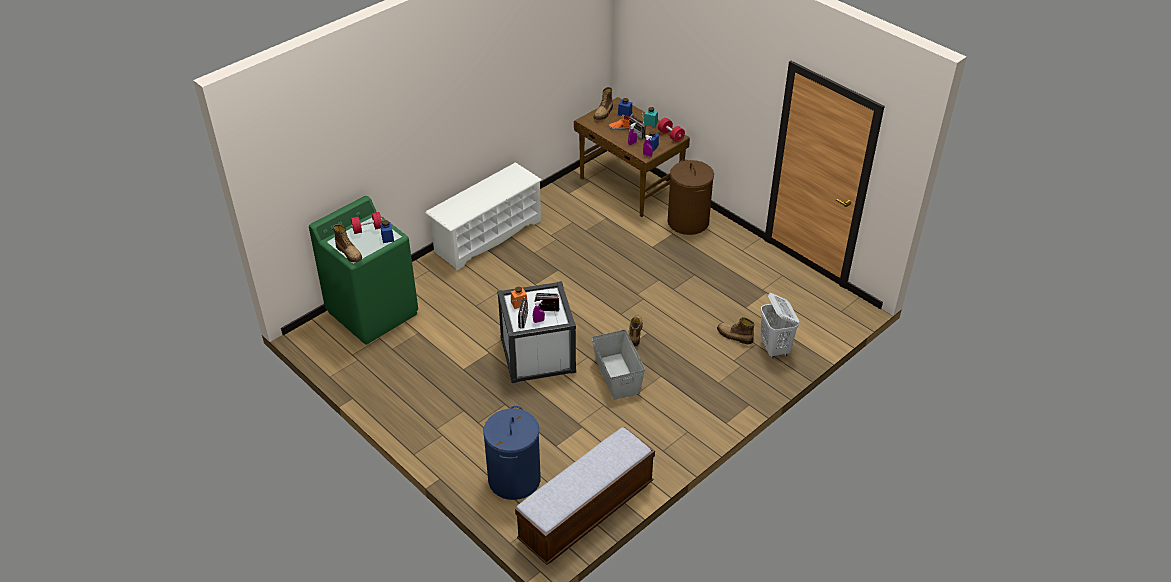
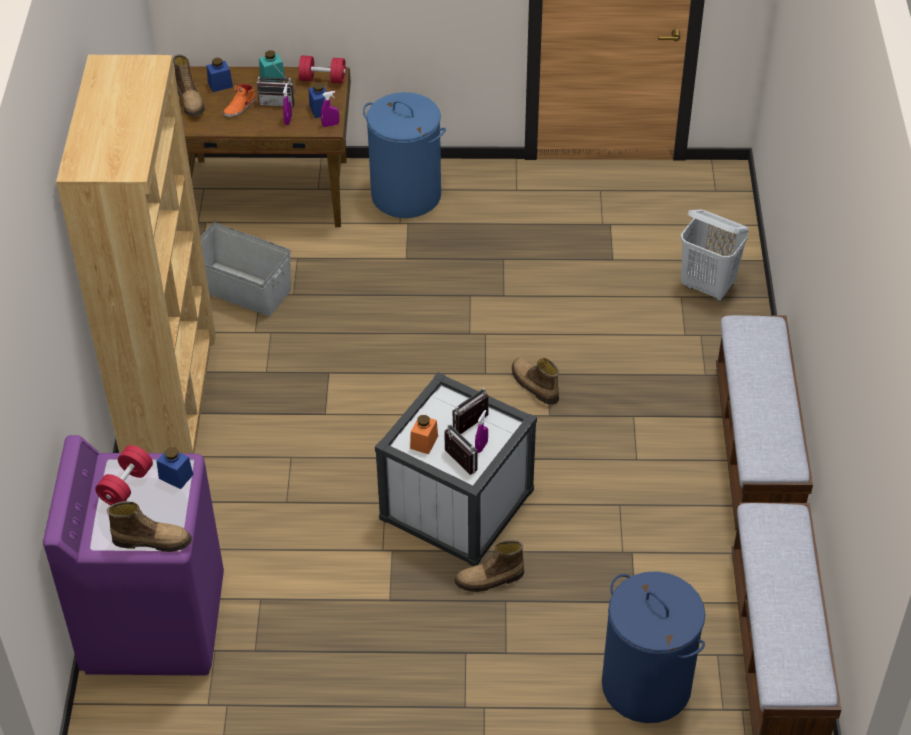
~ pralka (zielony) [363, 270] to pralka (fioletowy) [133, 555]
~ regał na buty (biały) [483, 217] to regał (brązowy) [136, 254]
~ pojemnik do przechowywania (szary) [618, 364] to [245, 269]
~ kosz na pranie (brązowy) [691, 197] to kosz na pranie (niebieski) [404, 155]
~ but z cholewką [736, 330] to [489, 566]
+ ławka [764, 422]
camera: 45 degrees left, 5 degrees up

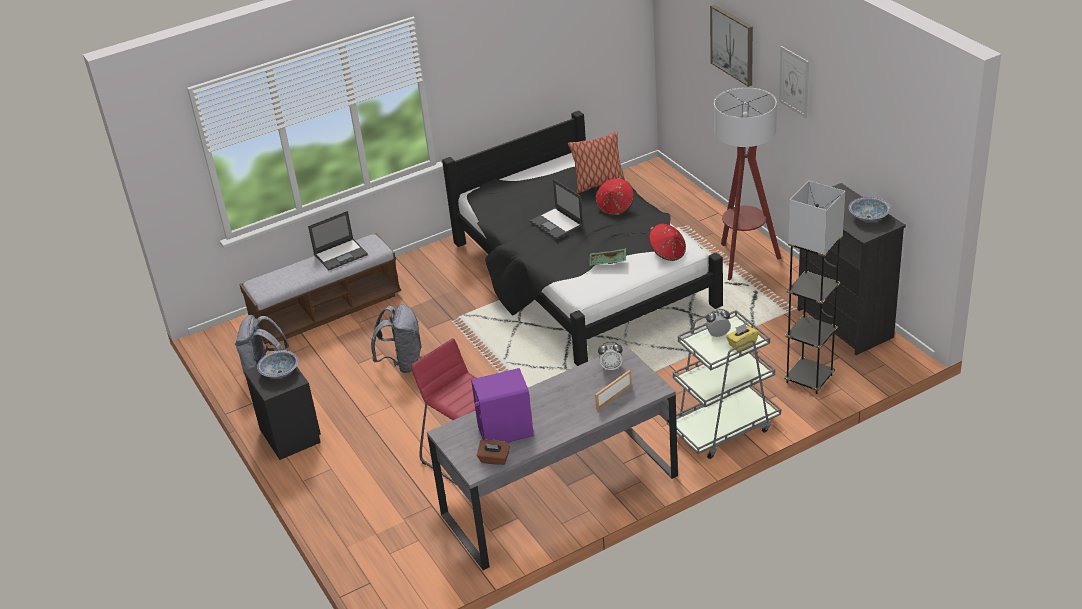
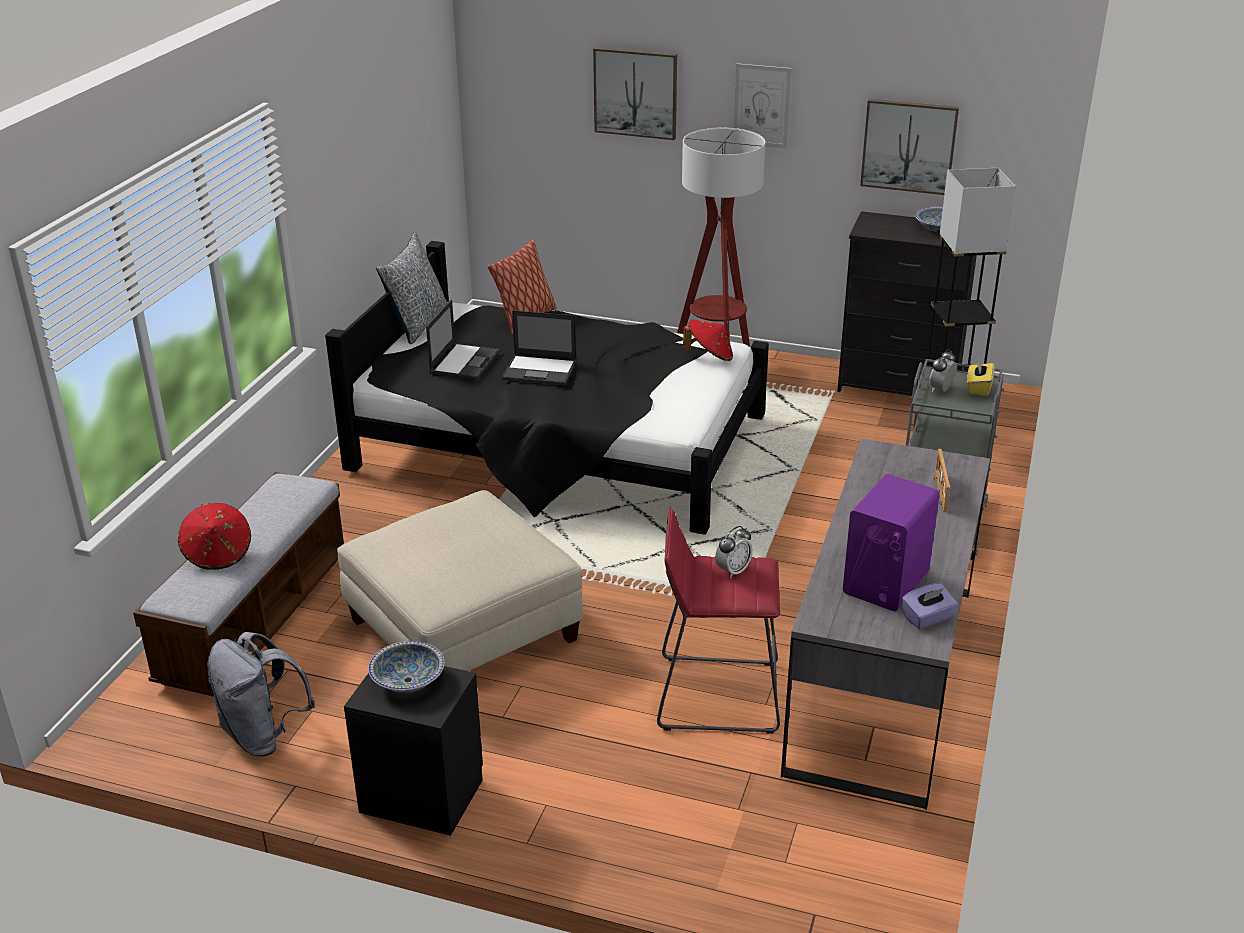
~ kapelusz (czerwony) [615, 197] to [214, 536]
~ plecak (szary) [396, 338] to pufa (beżowy) [460, 580]
+ poduszka [411, 288]
~ laptop [338, 240] to [463, 340]
~ budzik [610, 356] to [734, 552]
+ obraz [909, 147]
~ pudełko chusteczek (brązowy) [493, 452] to pudełko chusteczek (fioletowy) [929, 606]
- taca (zielony) [607, 257]
camera: 45 degrees left, 5 degrees down

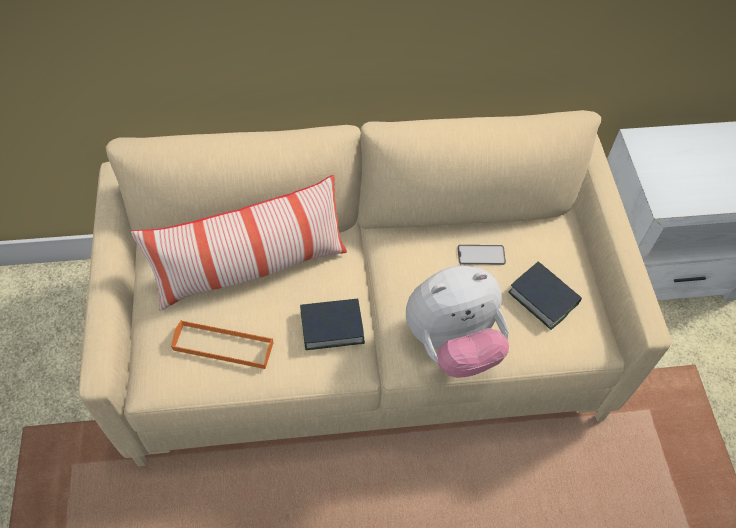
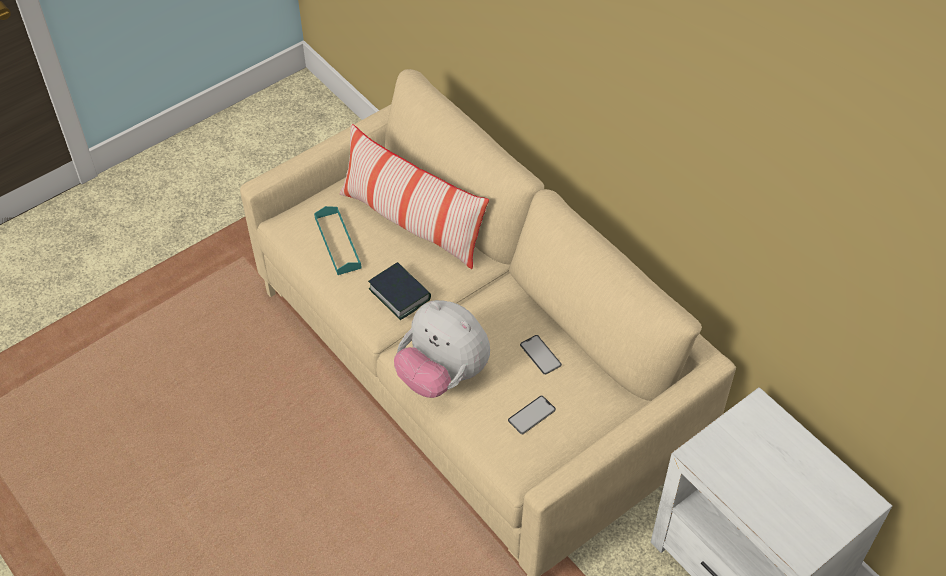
~ taca (pomarańczowy) [222, 344] to taca (turkusowy) [338, 240]
~ książka [545, 295] to telefon [532, 415]
camera: 60 degrees right, 5 degrees down

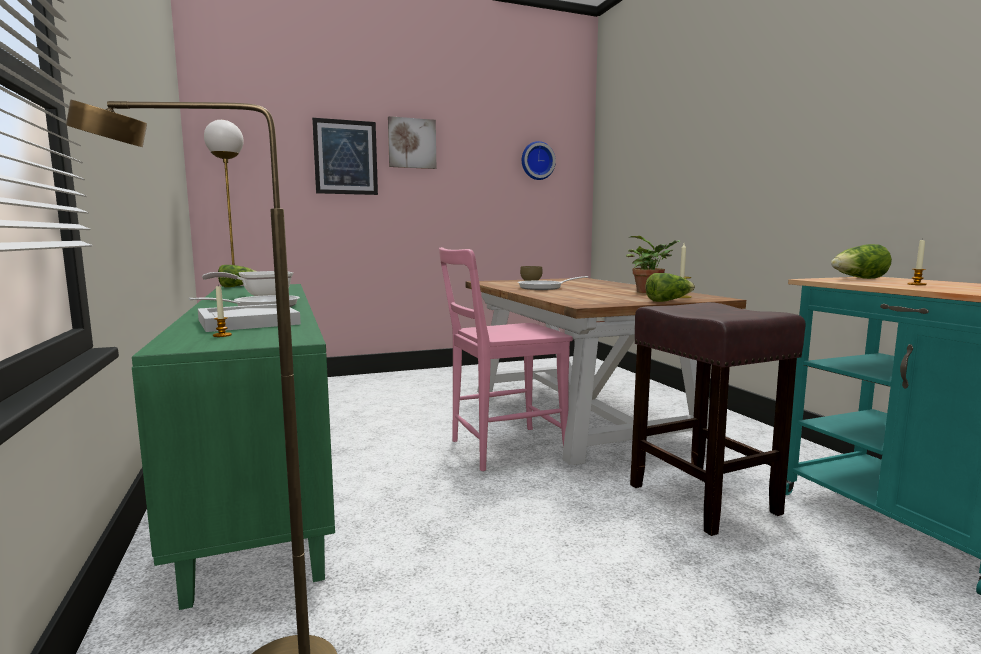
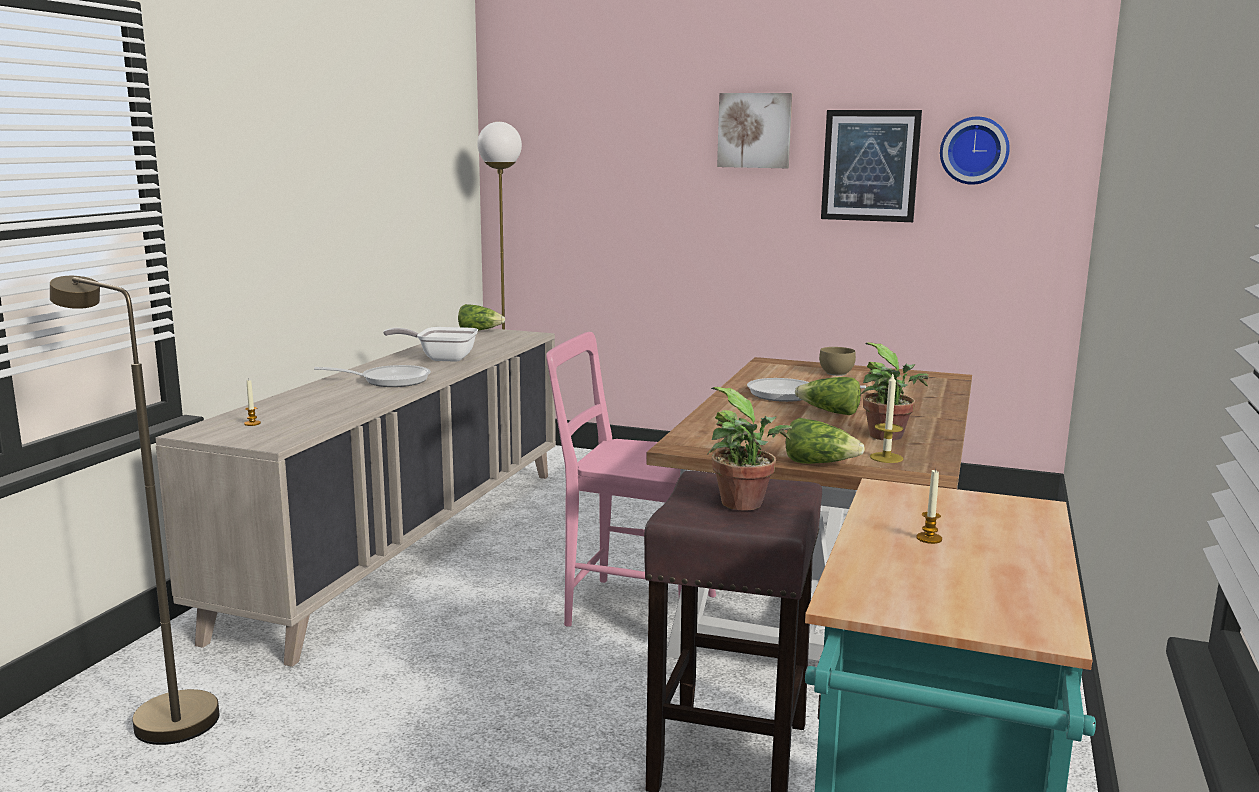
~ szafka (zielony) [233, 447] to szafka (beżowy) [355, 497]
+ roślina doniczkowa [749, 448]
~ sałata [861, 261] to [828, 396]
~ obraz [345, 156] to [871, 166]
- taca (biały) [249, 318]
camera: 40 degrees right, 5 degrees up

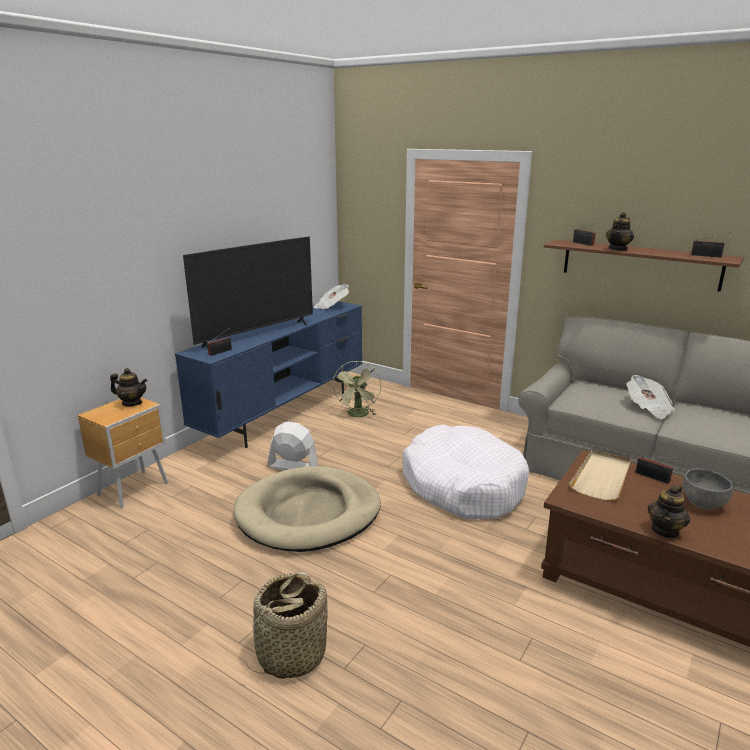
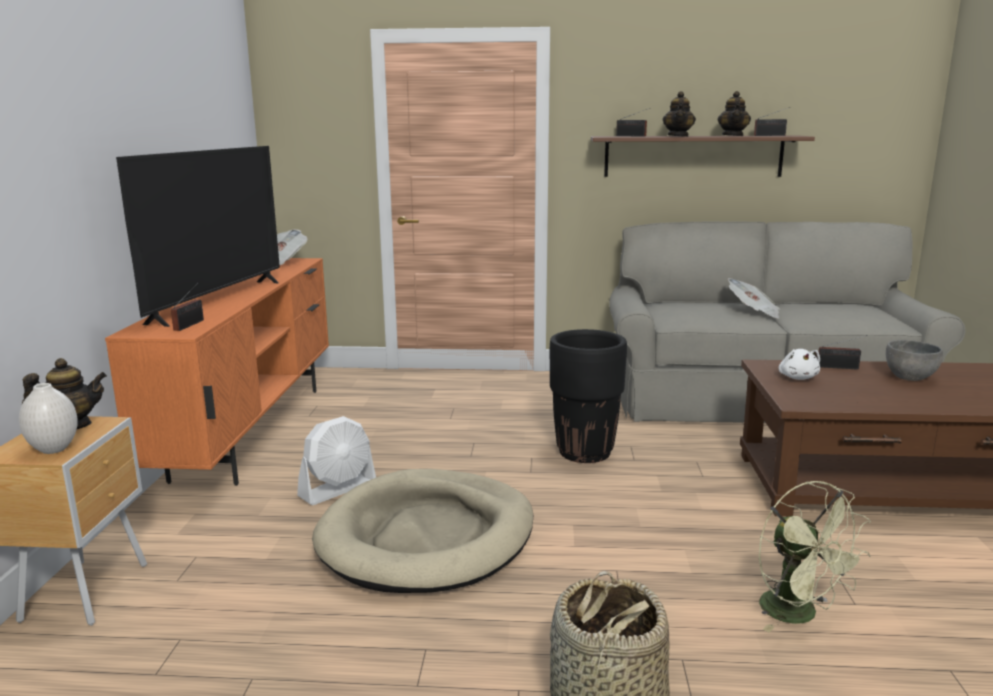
+ wazon (biały) [48, 418]
~ szafka pod telewizor (niebieski) [268, 374] to szafka pod telewizor (pomarańczowy) [217, 372]
~ wentylator (biały) [293, 446] = [336, 460] 150 degrees clockwise
~ legowisko (biały) [465, 472] to donica (czarny) [588, 396]
~ imbryk [669, 511] to [734, 113]
~ wentylator (zielony) [357, 389] to [815, 556]
~ taca (beżowy) [600, 475] to pluszak (biały) [799, 364]
camera: 30 degrees left, 5 degrees down

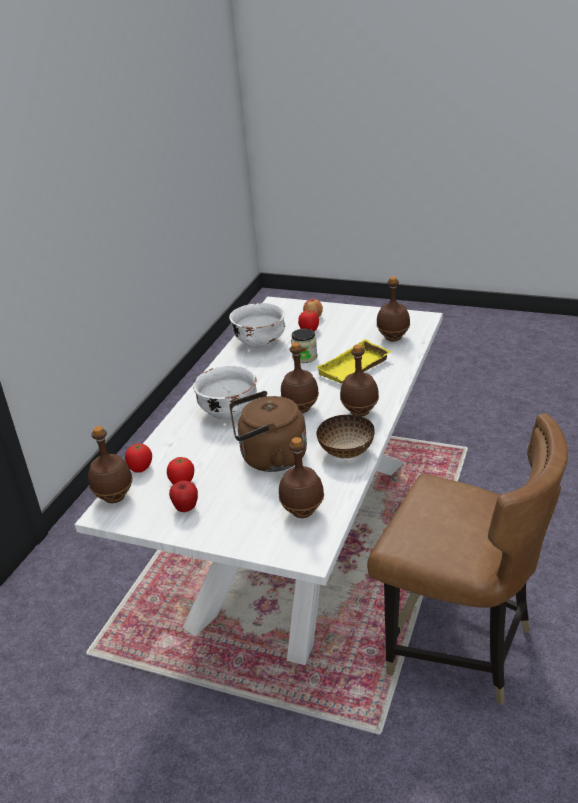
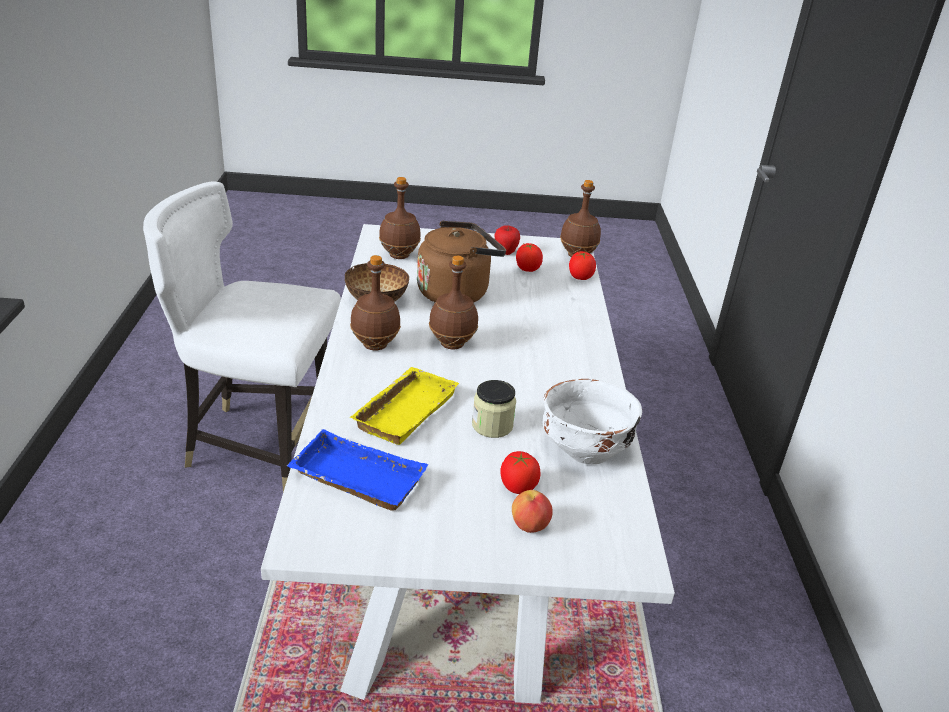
~ krzesło (brązowy) [467, 559] to krzesło (biały) [242, 336]
~ butelka (brązowy) [393, 308] to taca (niebieski) [357, 470]
- miska (biały) [225, 392]
camera: 155 degrees right, 0 degrees up

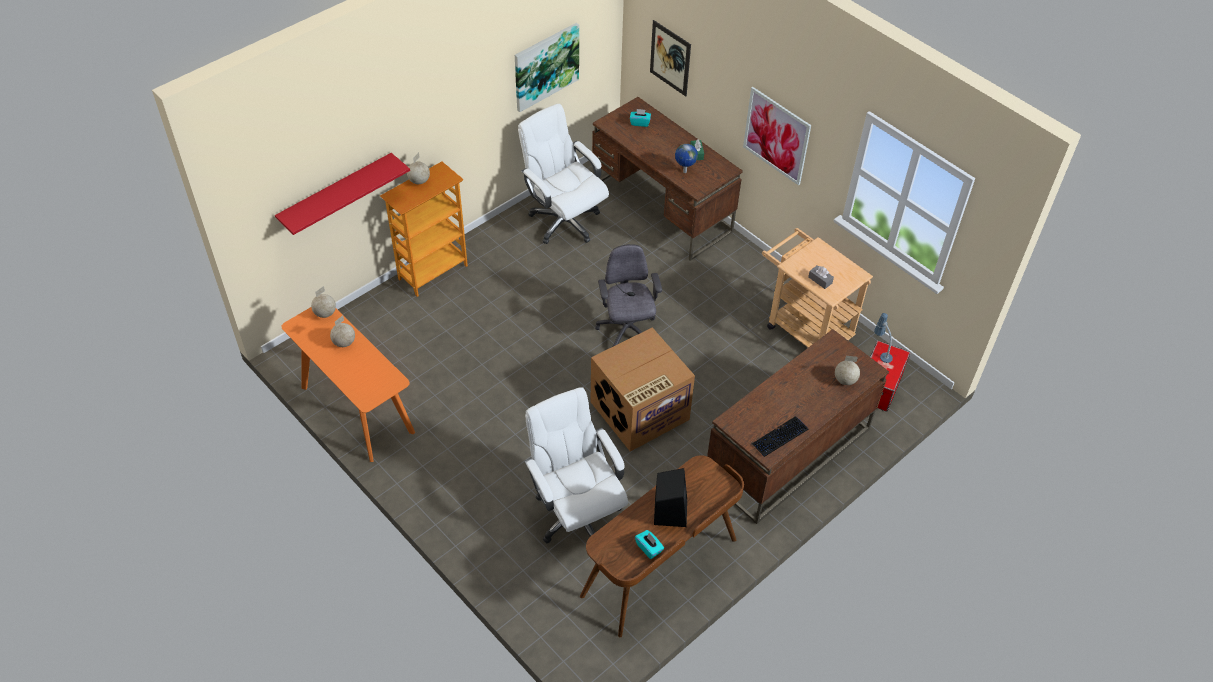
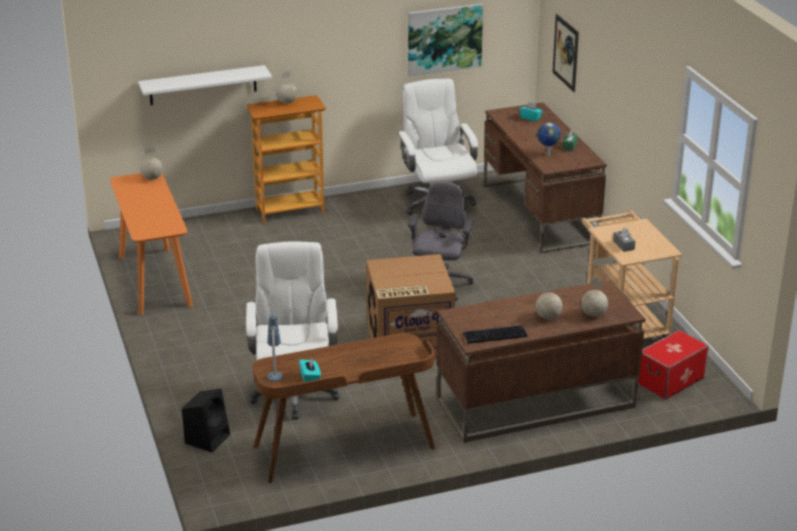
~ półka (czerwony) [342, 194] to półka (biały) [205, 85]
~ głośnik (czarny) [670, 497] to [206, 420]
~ lampa stołowa [883, 338] to [275, 348]
~ globus [342, 331] to [549, 299]
- obraz [777, 136]
camera: 25 degrees right, 20 degrees down

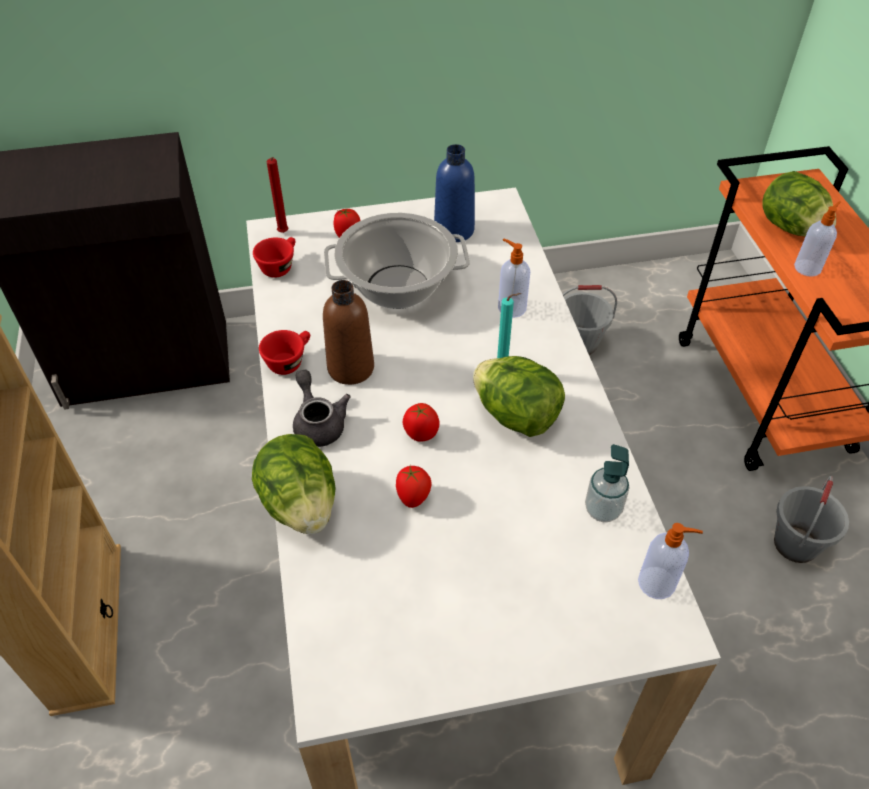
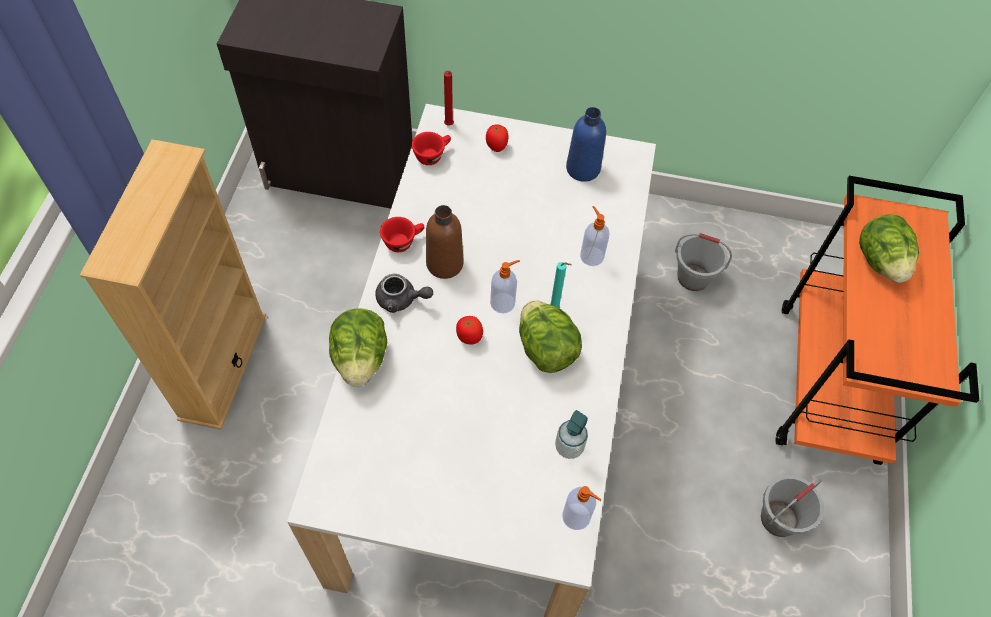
~ imbryk (szary) [322, 408] = [404, 293] 105 degrees clockwise
~ dozownik mydła [817, 239] to [505, 286]
- garnek [397, 261]
- pomidor [414, 487]
camera: 20 degrees right, 10 degrees up

